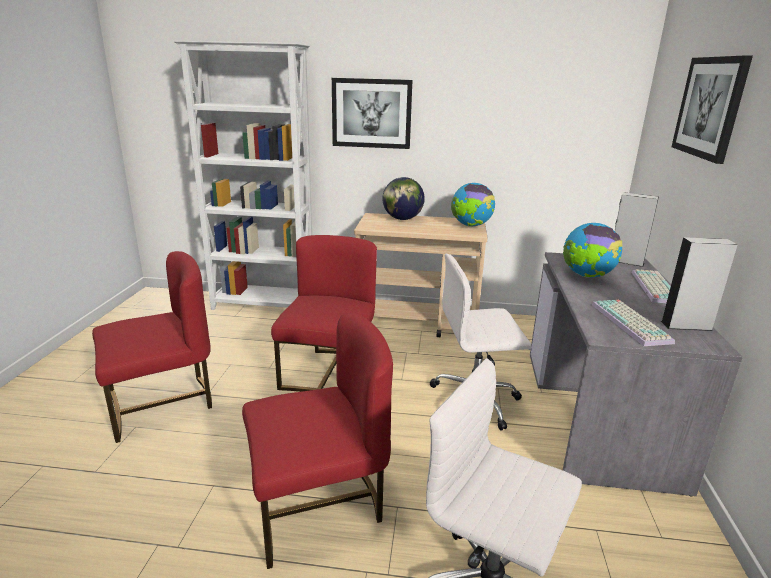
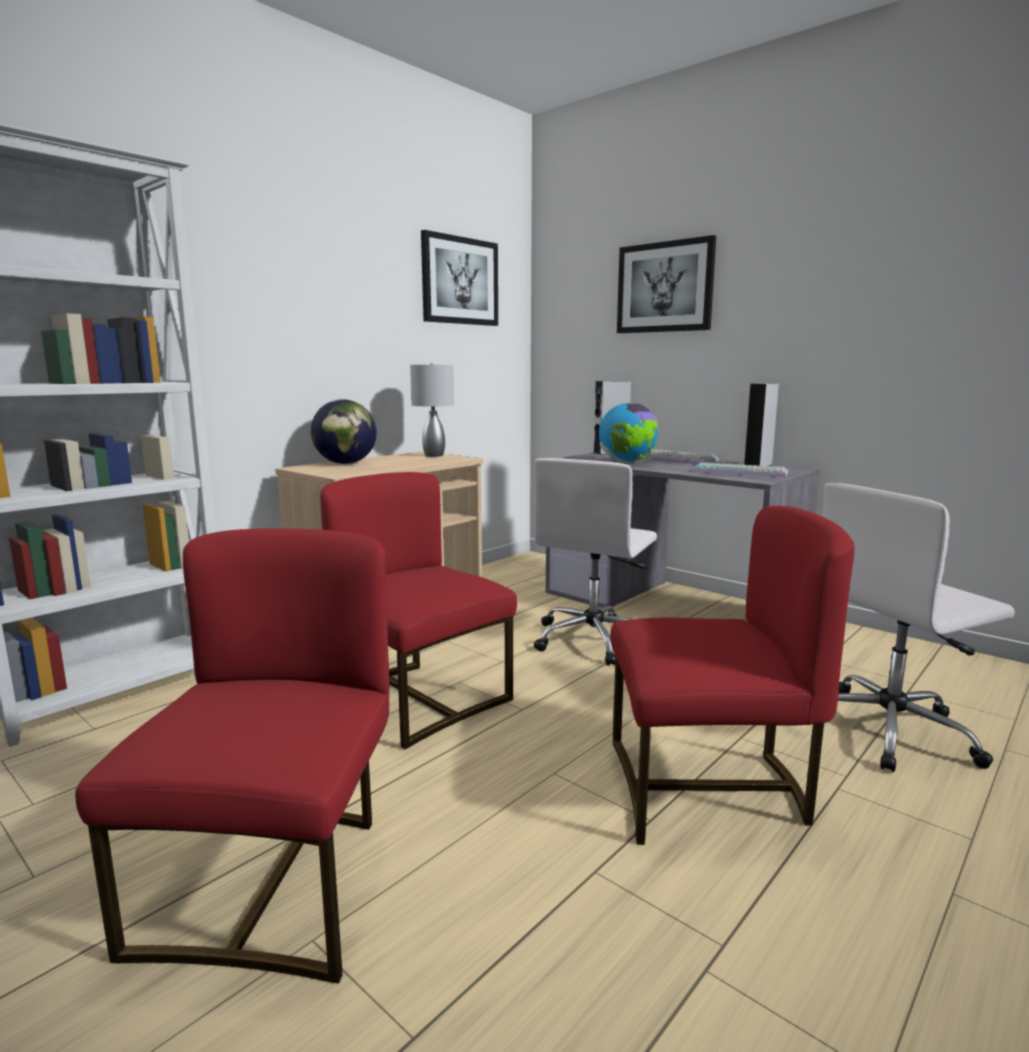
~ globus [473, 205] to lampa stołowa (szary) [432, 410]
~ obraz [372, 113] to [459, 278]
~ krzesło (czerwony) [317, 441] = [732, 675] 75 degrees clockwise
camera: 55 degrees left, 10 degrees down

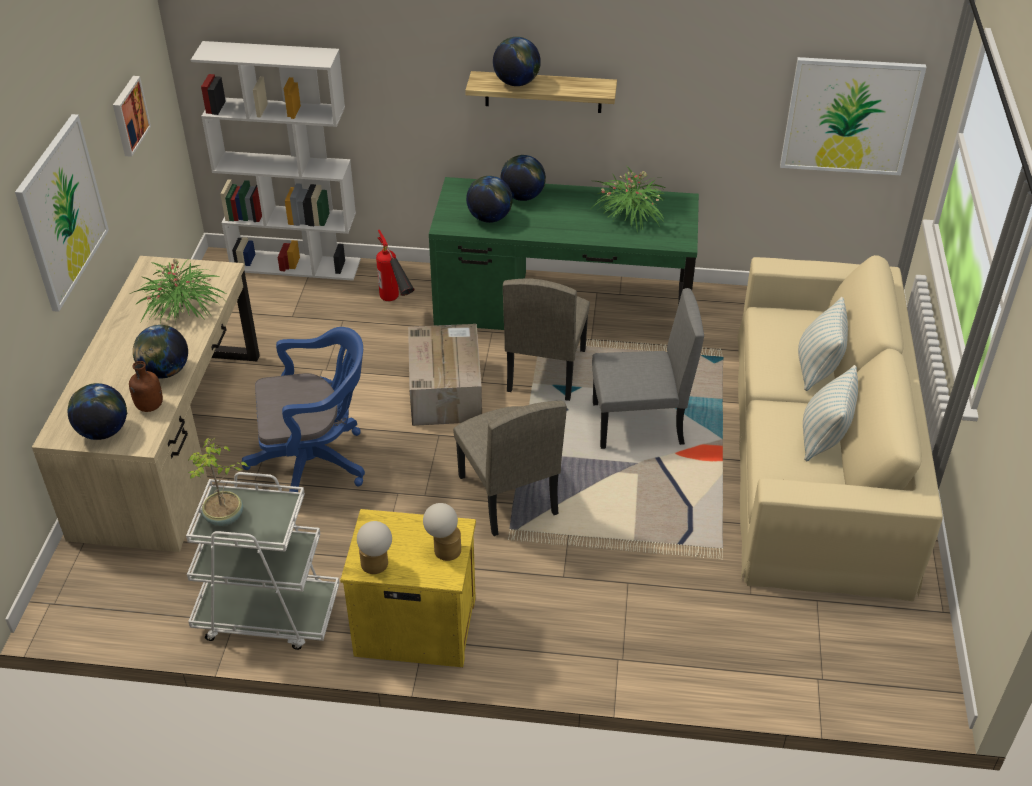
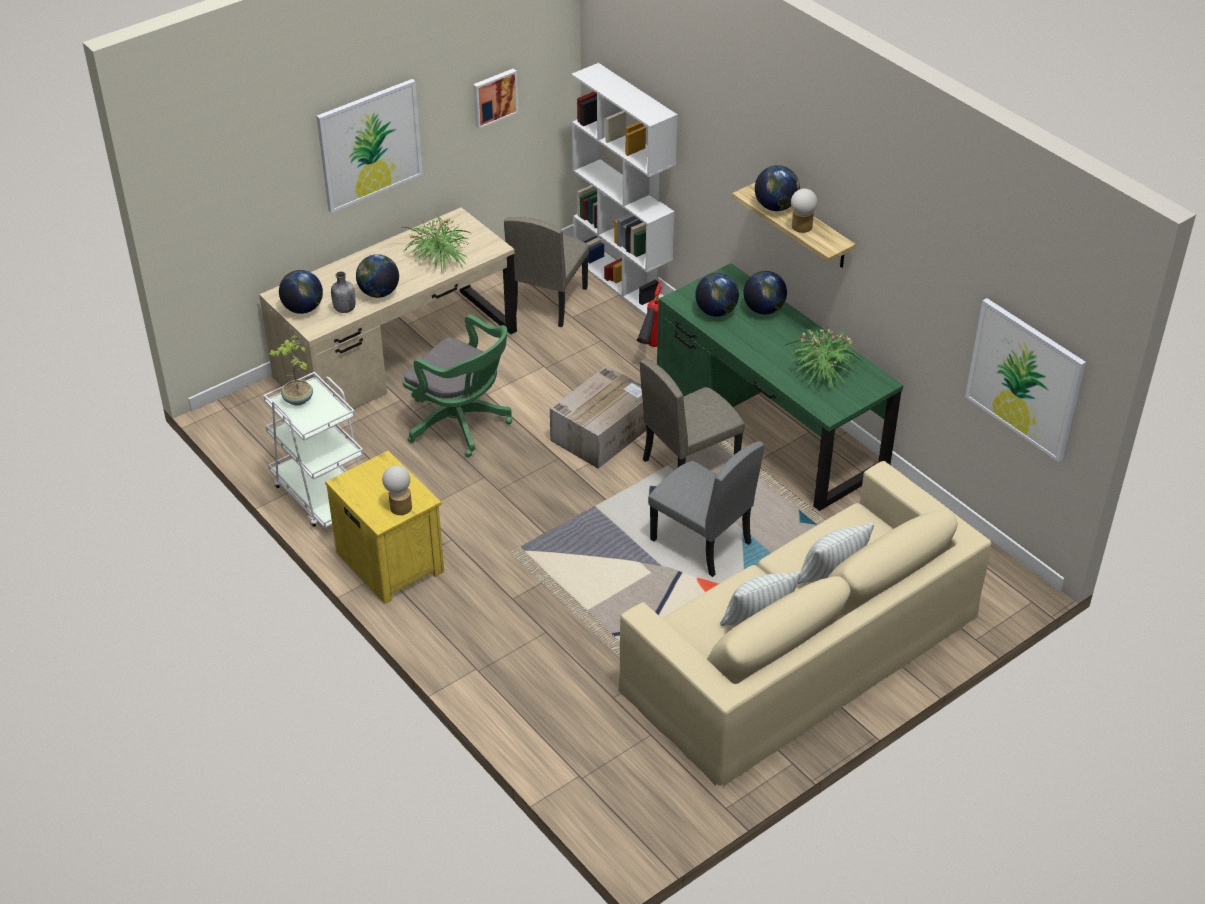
~ butelka (brązowy) [146, 386] to butelka (szary) [343, 292]
~ krzesło biurowe (niebieski) [303, 409] to krzesło biurowe (zielony) [458, 385]
~ krzesło (beżowy) [510, 468] to [546, 272]
~ lampa stołowa [374, 547] to [804, 211]
camera: 45 degrees right, 0 degrees up

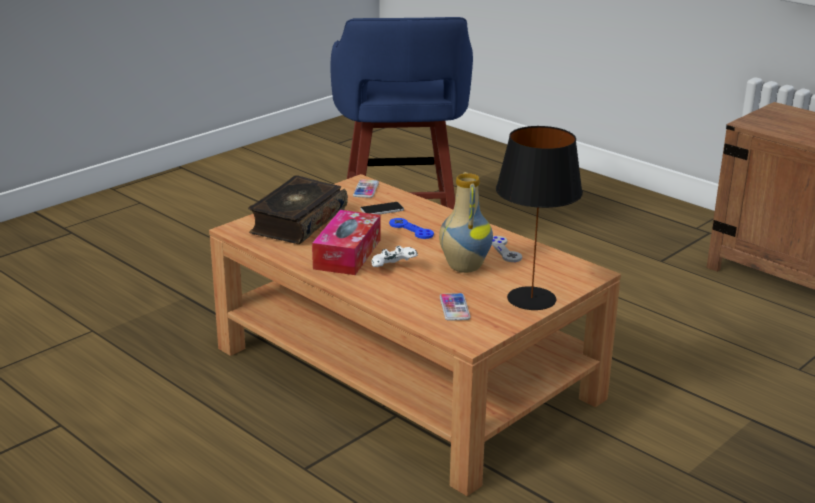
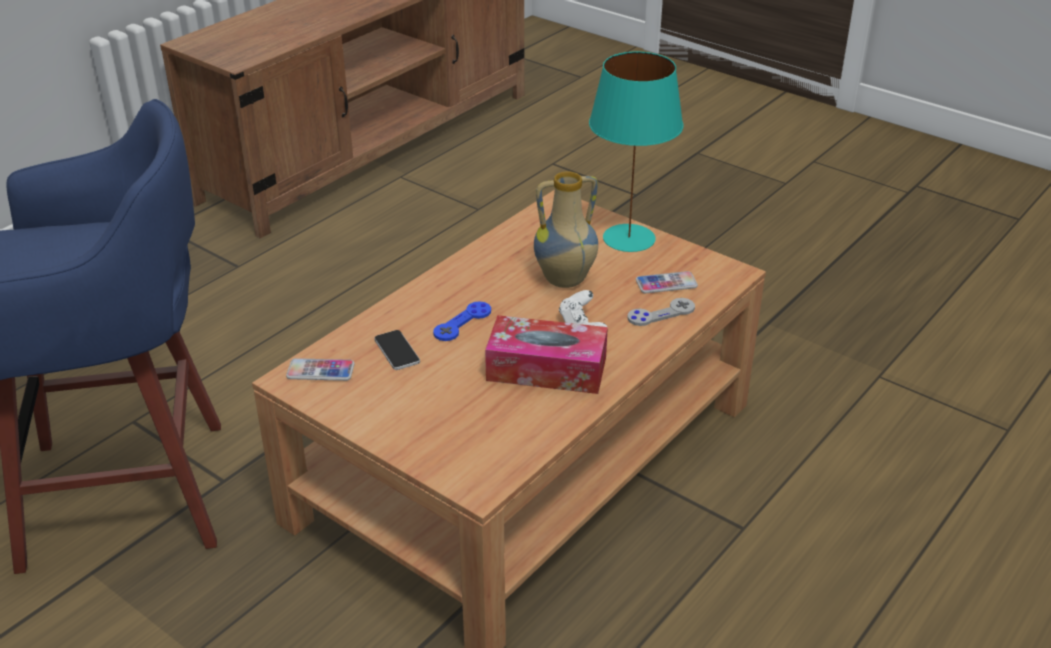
~ lampa stołowa (czarny) [539, 218] to lampa stołowa (turkusowy) [636, 151]
~ pad do gier (szary) [507, 249] to [661, 312]
- książka [298, 209]
camera: 95 degrees left, 10 degrees up

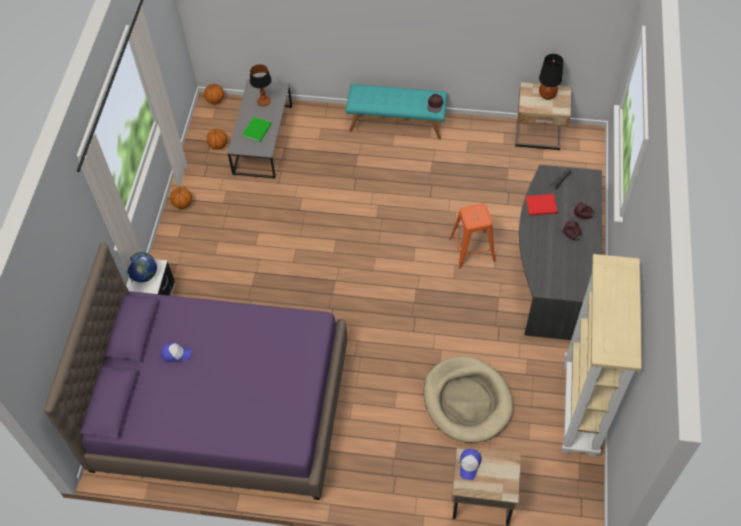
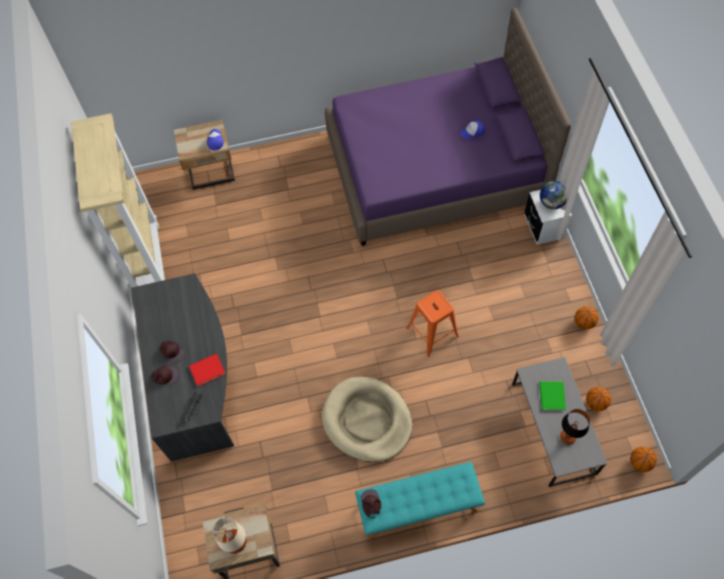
~ lampa stołowa (czarny) [551, 77] to lampa stołowa (beżowy) [230, 536]
~ legowisko (beżowy) [468, 399] to [367, 419]
~ stołek (pomarańczowy) [472, 236] to [432, 323]
camera: 160 degrees right, 5 degrees up

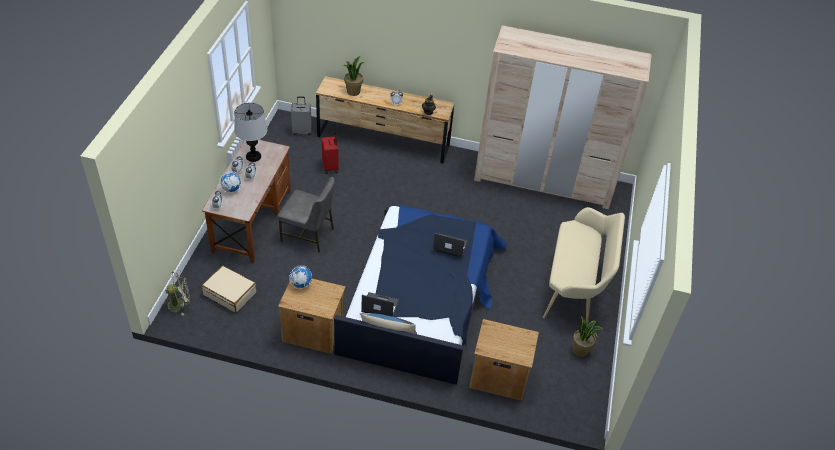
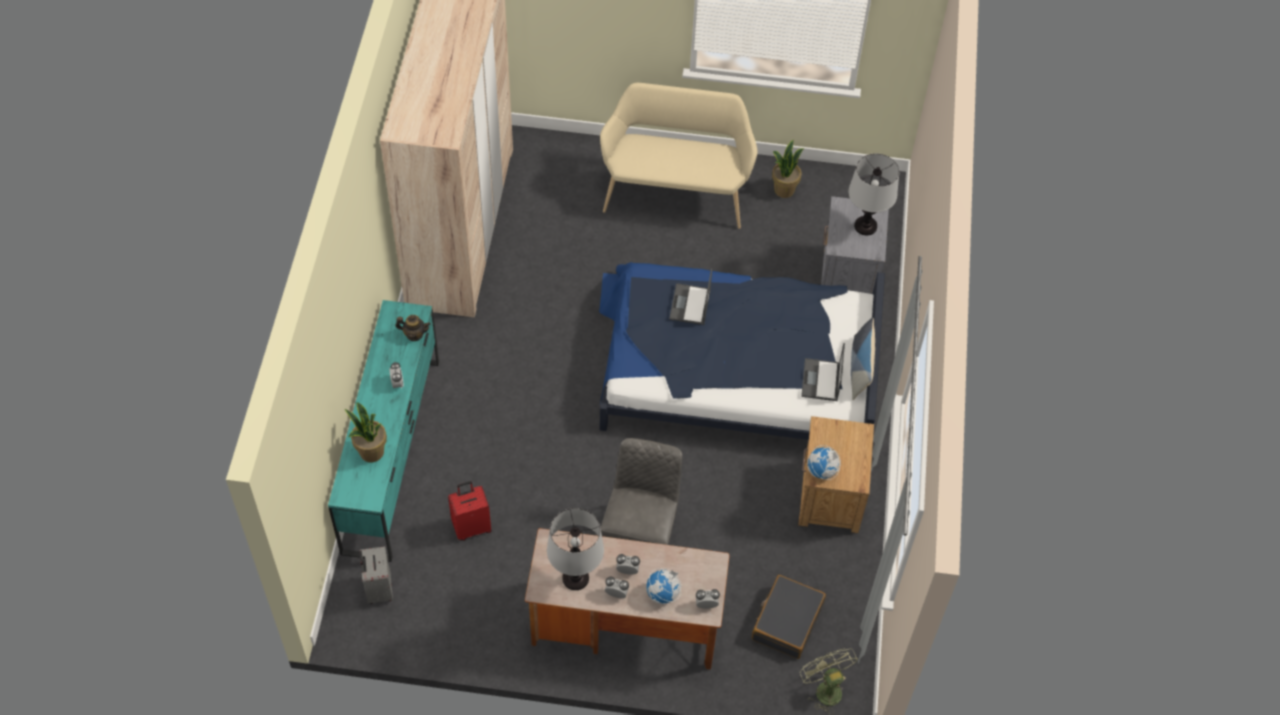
~ komoda (brązowy) [385, 120] to komoda (turkusowy) [383, 431]
~ walizka (beżowy) [229, 289] to walizka (czarny) [789, 617]
~ szafka nocna (brązowy) [504, 360] to szafka nocna (szary) [855, 245]
+ lampa stołowa [873, 194]
camera: 95 degrees left, 10 degrees up

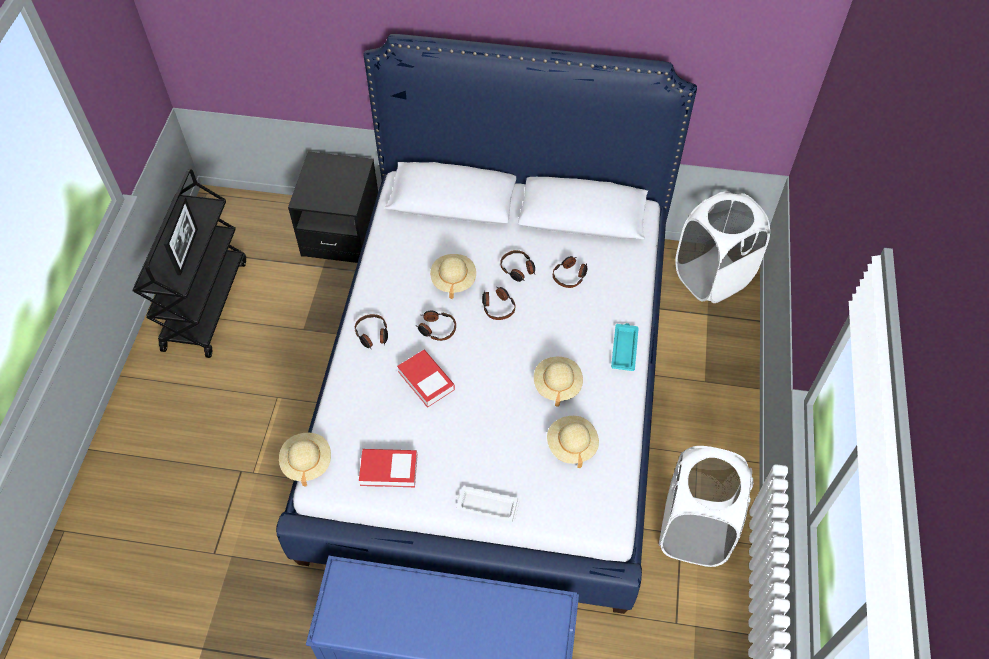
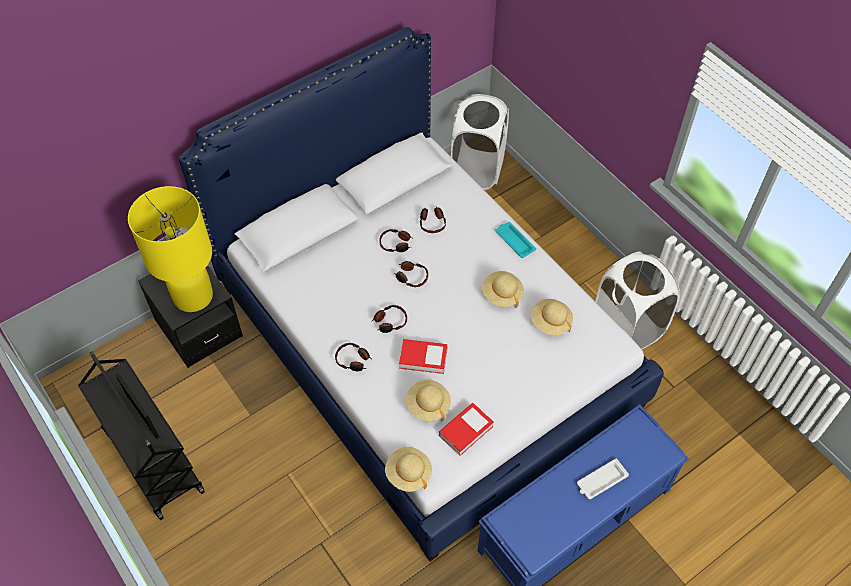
+ lampa stołowa (żółty) [170, 249]
~ kapelusz (beżowy) [453, 276] to [428, 400]
~ taca (biały) [488, 504] to [603, 479]
camera: 45 degrees left, 0 degrees up

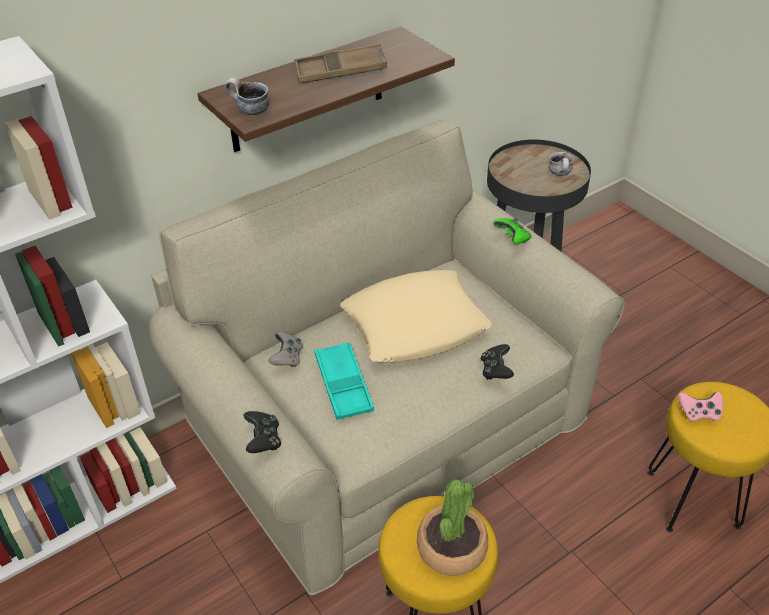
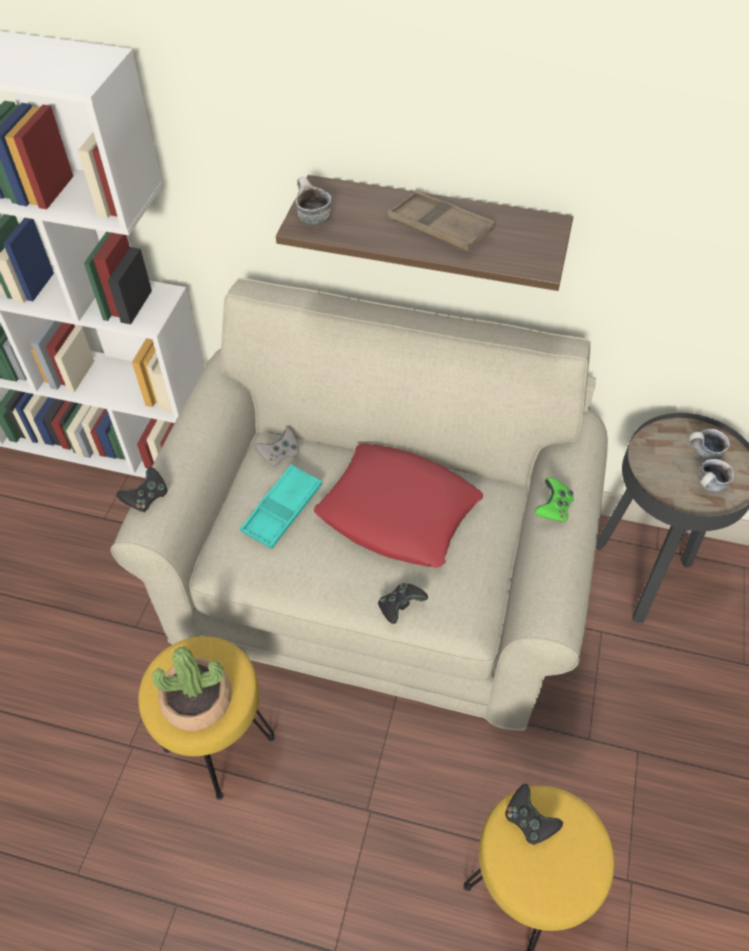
~ poduszka (beżowy) [416, 316] to poduszka (czerwony) [398, 505]
~ pad do gier (różowy) [700, 407] to pad do gier (czarny) [534, 814]
+ kubek [709, 444]
camera: 50 degrees right, 10 degrees up

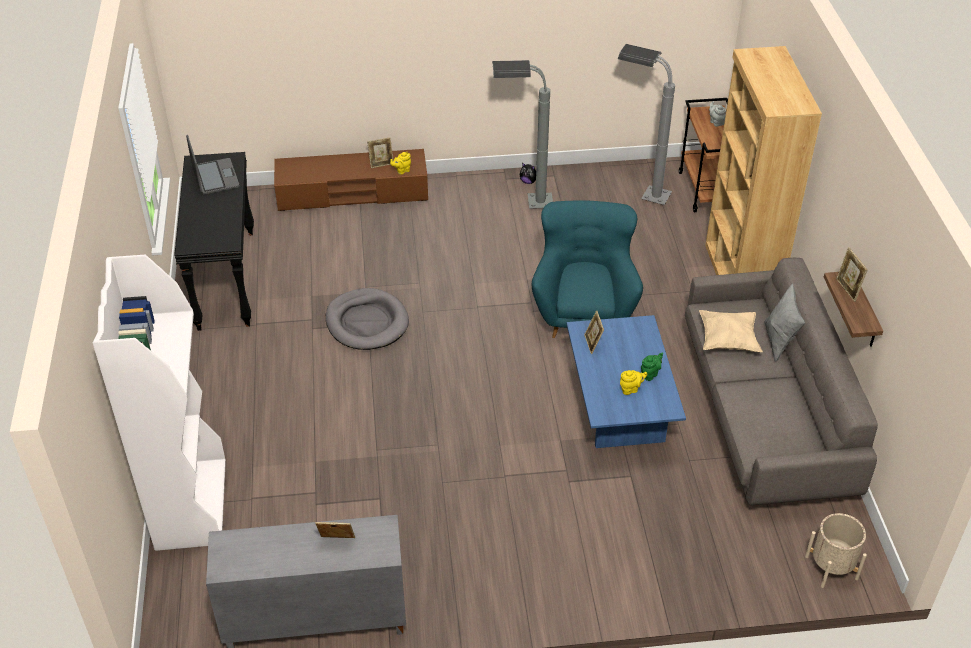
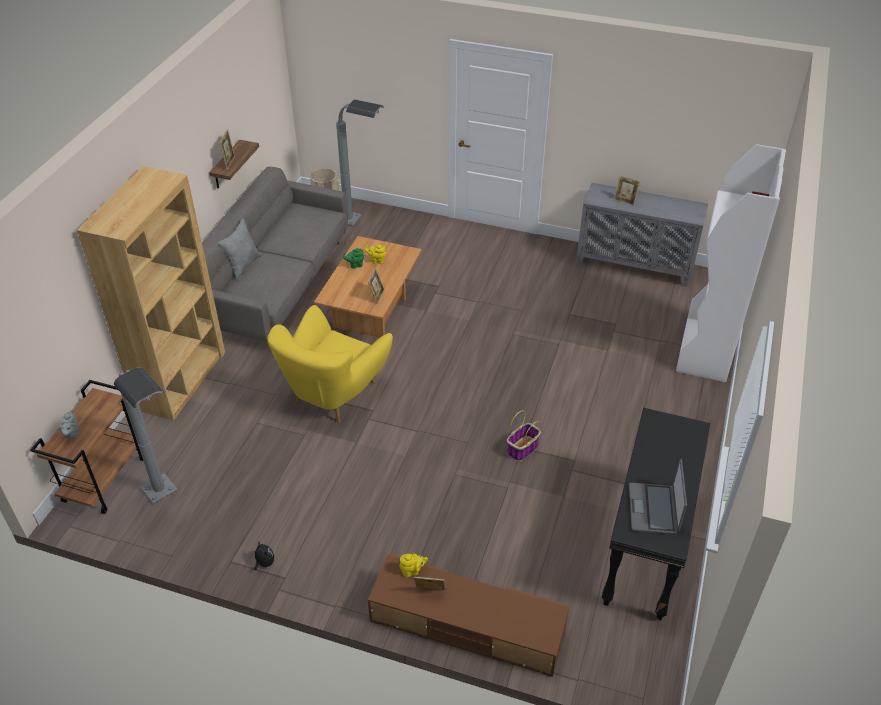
~ fotel (turkusowy) [587, 269] to fotel (żółty) [330, 364]
~ ława (niebieski) [626, 381] to ława (brązowy) [368, 287]
~ lampa stojąca (szary) [522, 134] to [360, 162]
~ legowisko (szary) [367, 319] to koszyk [524, 435]
- poduszka (beżowy) [731, 331]
camera: 155 degrees left, 0 degrees up

